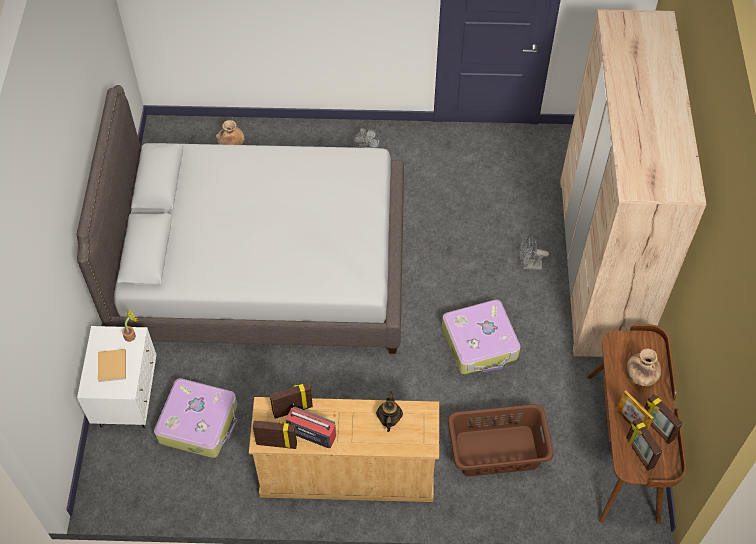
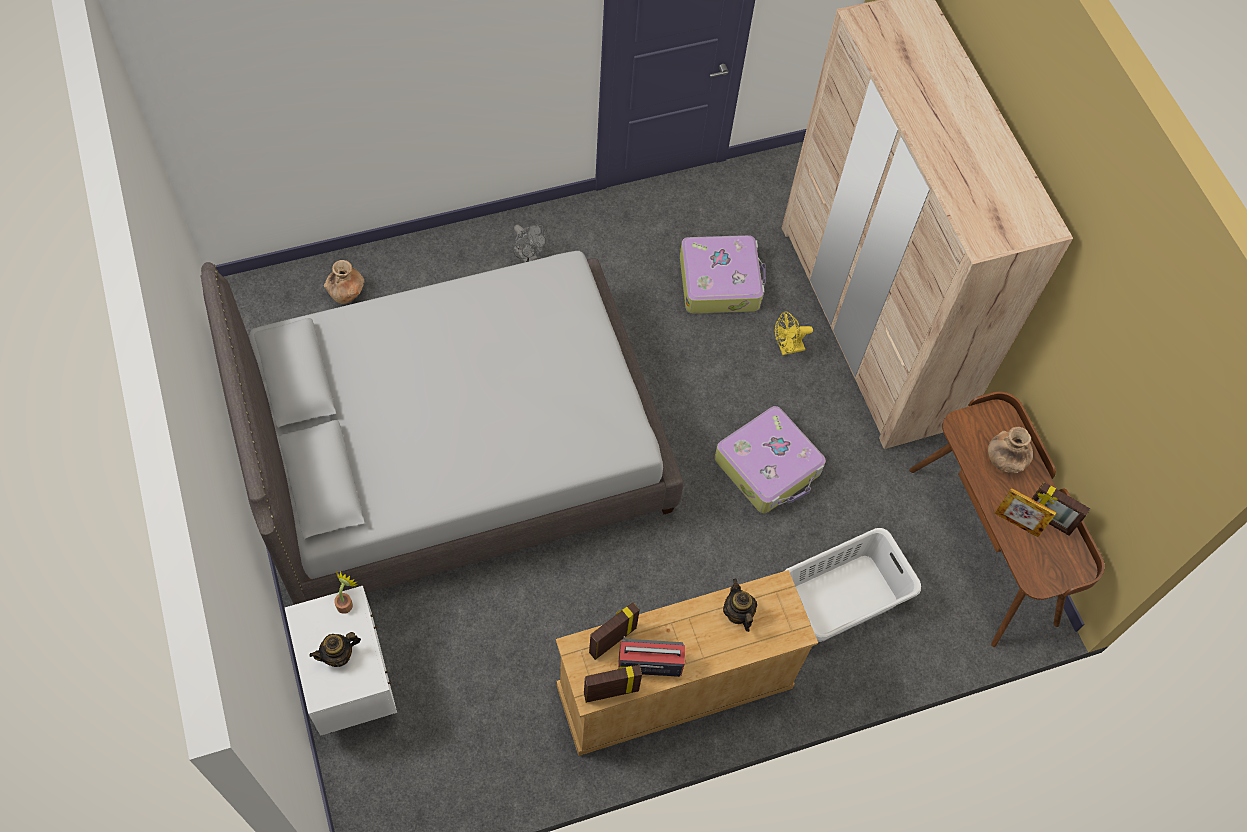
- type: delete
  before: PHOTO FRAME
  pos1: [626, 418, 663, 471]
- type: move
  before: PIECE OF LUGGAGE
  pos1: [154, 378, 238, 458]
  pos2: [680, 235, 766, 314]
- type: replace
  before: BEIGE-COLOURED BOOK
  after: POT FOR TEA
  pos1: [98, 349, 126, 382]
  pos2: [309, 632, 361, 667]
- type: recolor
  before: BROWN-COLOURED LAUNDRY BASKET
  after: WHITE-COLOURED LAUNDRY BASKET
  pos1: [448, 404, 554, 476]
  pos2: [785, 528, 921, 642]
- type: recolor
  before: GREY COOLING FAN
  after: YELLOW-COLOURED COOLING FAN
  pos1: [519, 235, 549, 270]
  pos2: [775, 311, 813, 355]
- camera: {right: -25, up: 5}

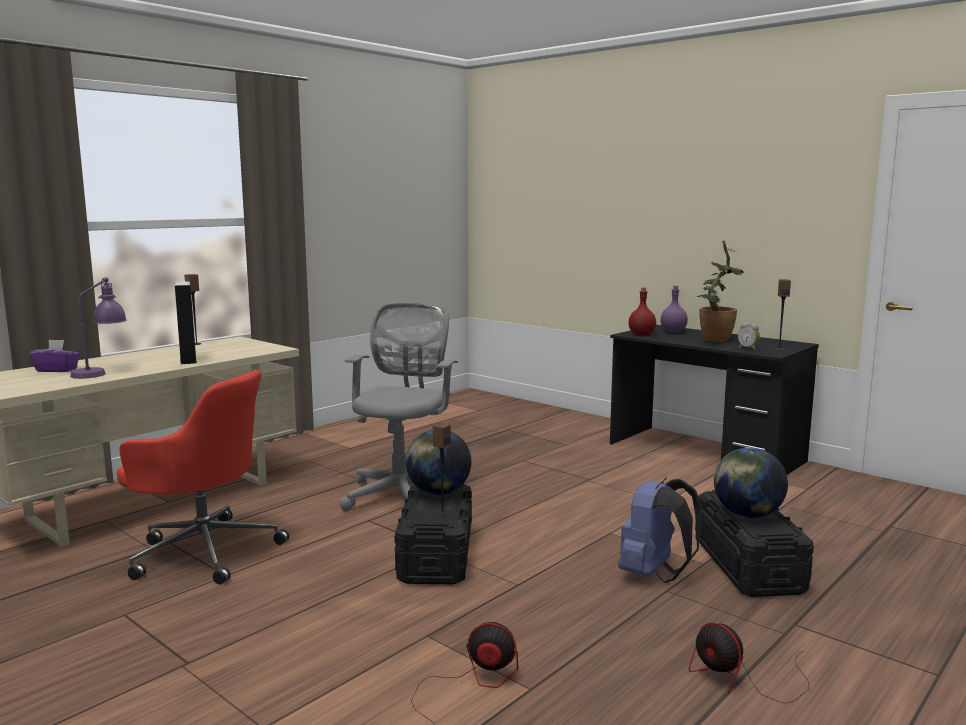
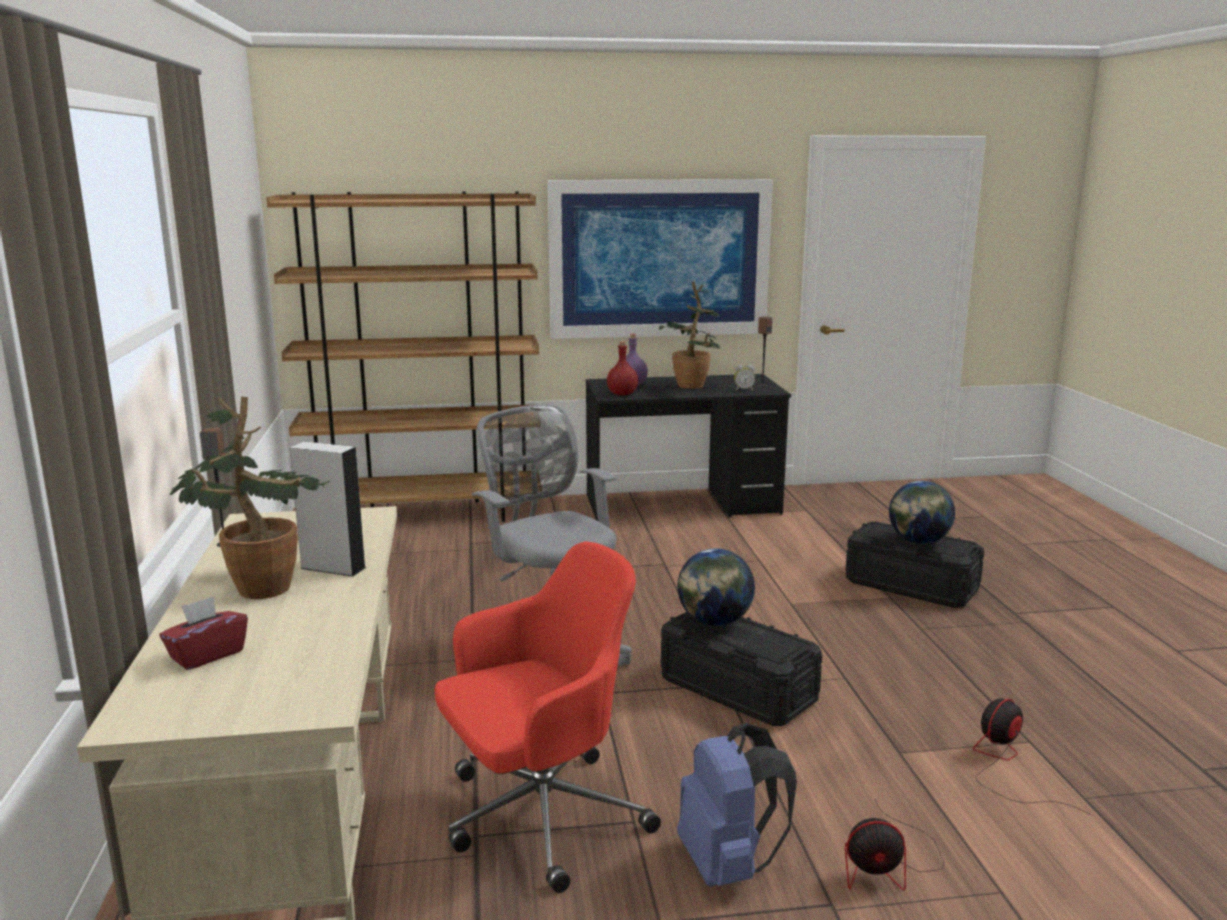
- type: delete
  before: PURPLE-COLOURED TABLETOP LAMP
  pos1: [70, 277, 127, 379]
- type: delete
  before: LOUDSPEAKER
  pos1: [432, 423, 451, 516]
- type: insert
  after: PLANT IN A POT
  pos2: [169, 397, 329, 599]
- type: insert
  after: BROWN-COLOURED BOOKSHELF
  pos2: [266, 191, 541, 522]
- type: insert
  after: WALL ART
  pos2: [547, 179, 773, 339]
- type: move
  before: BLUISH KNAPSACK
  pos1: [618, 477, 702, 583]
  pos2: [677, 723, 797, 887]
- type: move
  before: COOLING FAN
  pos1: [689, 623, 809, 703]
  pos2: [845, 799, 944, 890]
- type: recolor
  before: PURPLE-COLOURED TISSUE HOLDER
  after: RED TISSUE HOLDER
  pos1: [30, 340, 80, 372]
  pos2: [159, 597, 248, 670]
- camera: {right: -50, up: 5}

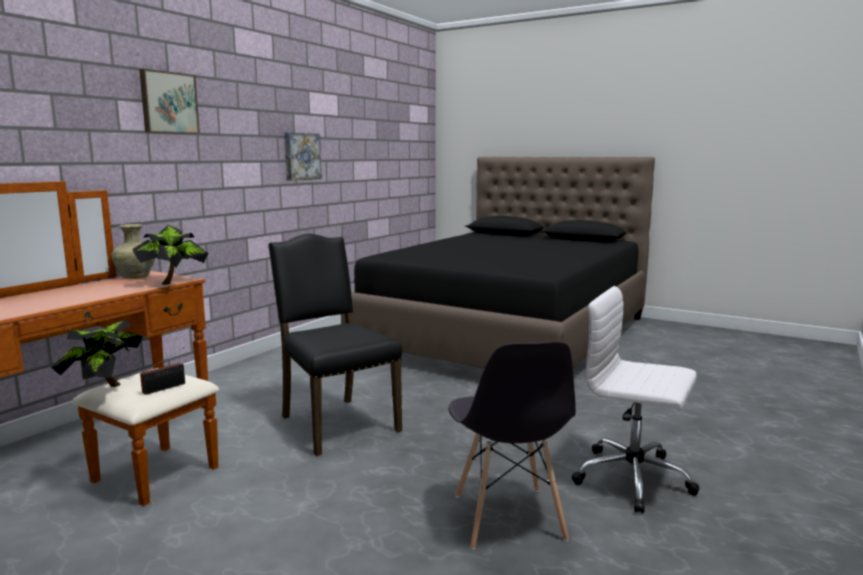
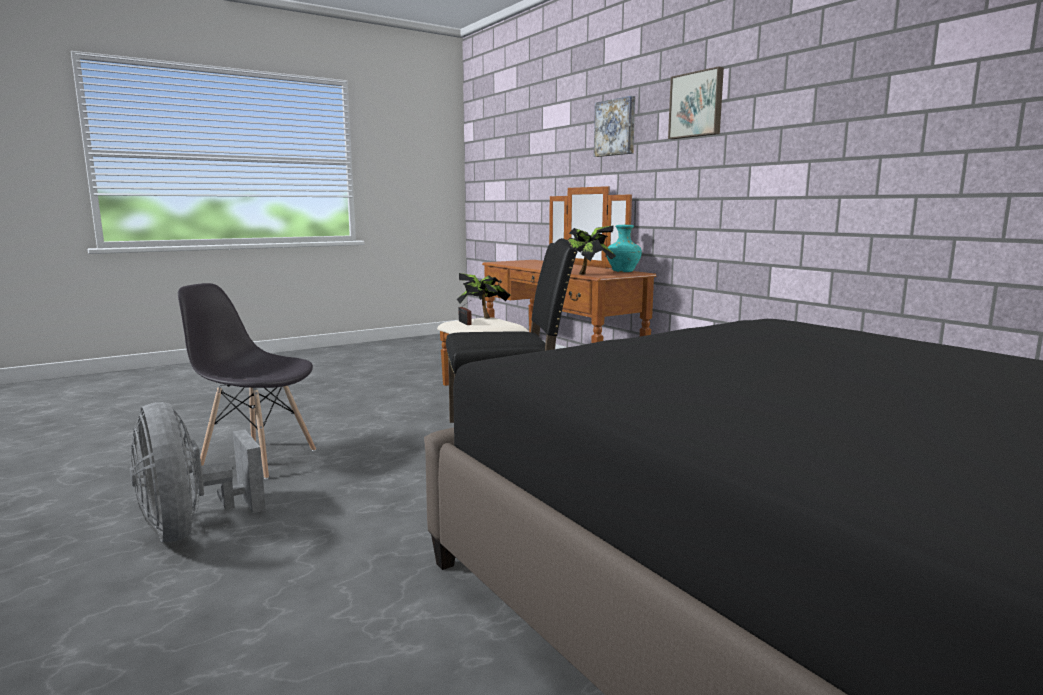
- type: move
  before: WALL ART
  pos1: [284, 132, 322, 181]
  pos2: [594, 96, 635, 157]
- type: replace
  before: WHITE-COLOURED OFFICE CHAIR
  after: GREY COOLING FAN
  pos1: [572, 286, 700, 513]
  pos2: [130, 402, 266, 542]
- type: recolor
  before: BEIGE-COLOURED VASE
  after: TURQUOISE-COLOURED VASE
  pos1: [111, 224, 155, 279]
  pos2: [607, 225, 642, 272]
- camera: {right: 115, up: 0}

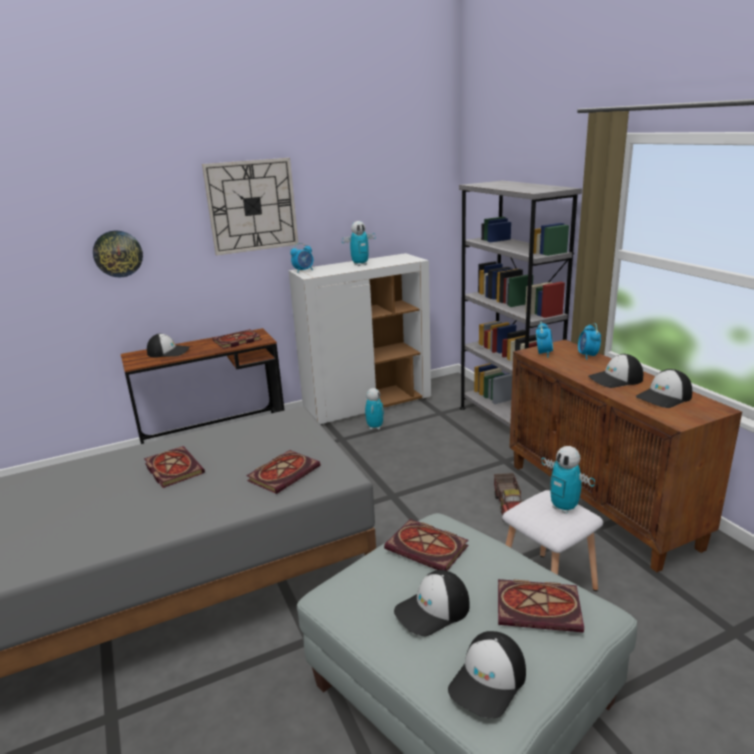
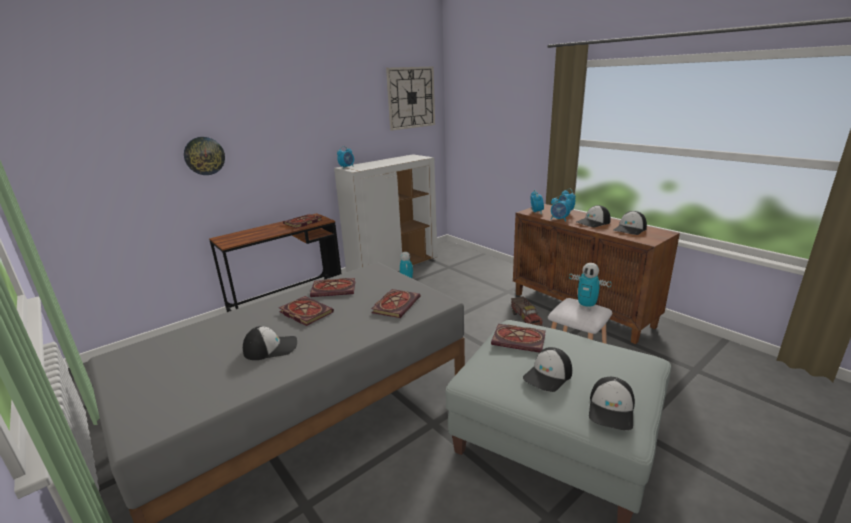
- type: delete
  before: ROBOT FIGURE
  pos1: [342, 221, 376, 266]
- type: delete
  before: GREY BOOKSHELF
  pos1: [459, 181, 582, 427]
- type: insert
  after: TABLE CLOCK
  pos2: [551, 195, 572, 221]
- type: move
  before: CAP
  pos1: [147, 333, 190, 357]
  pos2: [243, 326, 297, 360]
- type: move
  before: HANGING CLOCK
  pos1: [202, 158, 299, 255]
  pos2: [386, 67, 435, 131]
- type: move
  before: BOOK
  pos1: [498, 579, 584, 633]
  pos2: [310, 278, 355, 297]
- camera: {right: -15, up: 0}

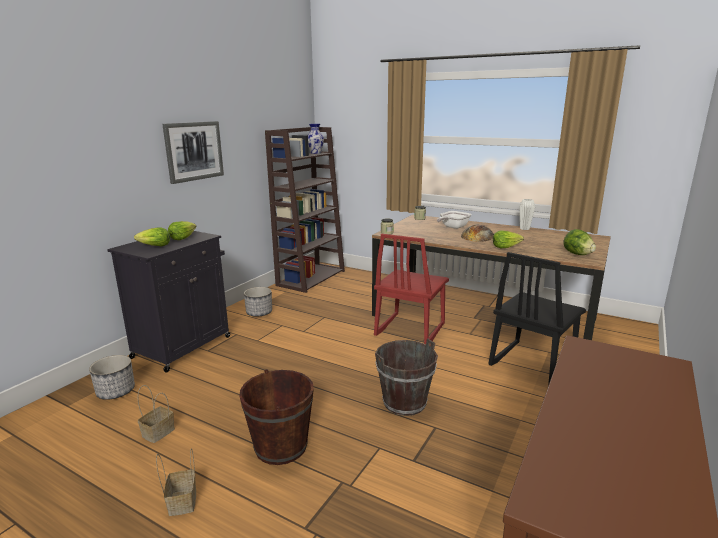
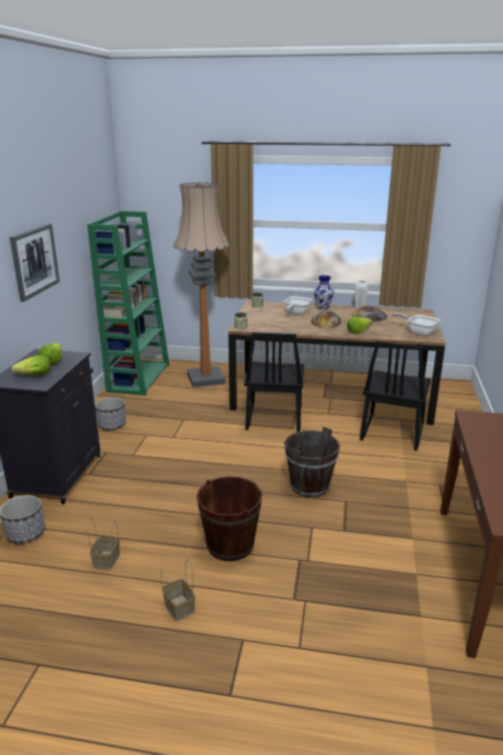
- type: insert
  after: STANDARD LAMP
  pos2: [173, 182, 230, 387]
- type: insert
  after: BAKED BREAD
  pos2: [352, 305, 387, 321]
- type: move
  before: VASE
  pos1: [308, 124, 324, 154]
  pos2: [314, 275, 334, 309]
- type: replace
  before: LETTUCE
  after: FRYING PAN
  pos1: [563, 229, 596, 255]
  pos2: [392, 313, 441, 336]
- type: recolor
  before: BROWN-COLOURED BOOKSHELF
  after: GREEN BOOKSHELF
  pos1: [265, 127, 345, 293]
  pos2: [87, 211, 169, 396]
- type: recolor
  before: RED CHAIR
  after: BLACK CHAIR
  pos1: [374, 234, 449, 344]
  pos2: [244, 332, 304, 432]
- camera: {right: -20, up: 5}

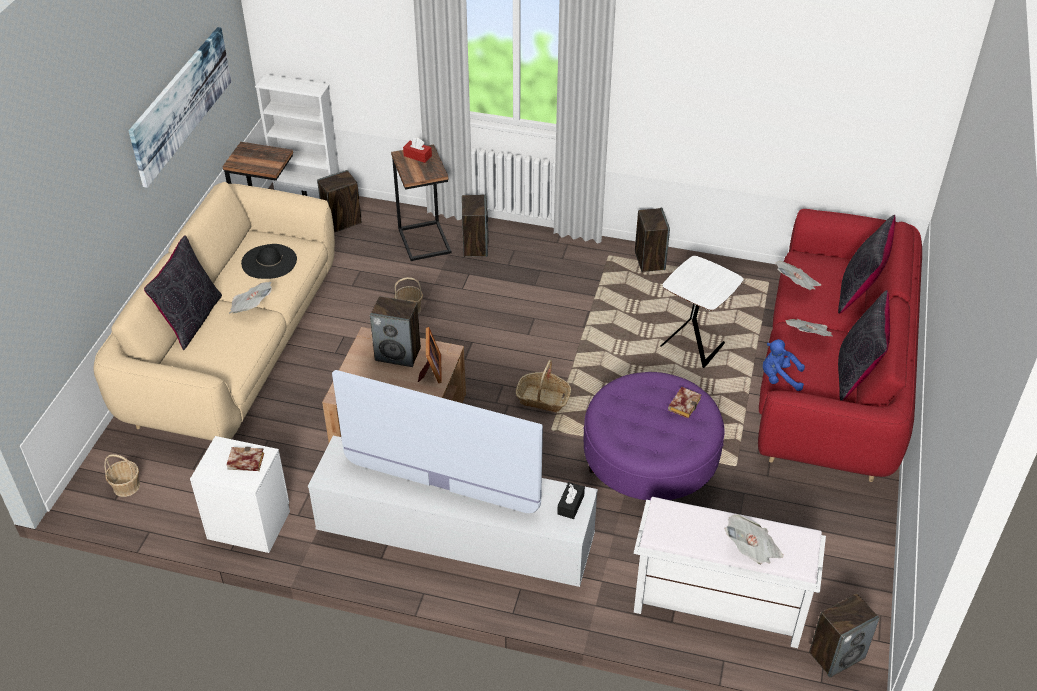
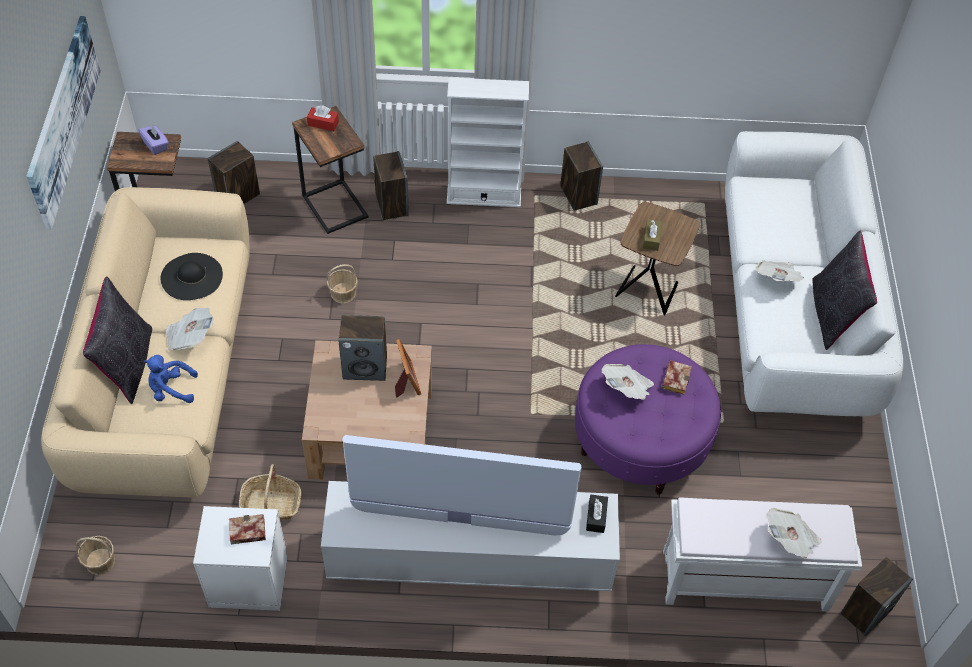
- type: delete
  before: BLACK THROW PILLOW
  pos1: [838, 215, 896, 314]
- type: insert
  after: PURPLE-COLOURED TISSUE HOLDER
  pos2: [138, 125, 169, 155]
- type: insert
  after: BROWN-COLOURED TISSUE HOLDER
  pos2: [643, 219, 662, 251]
- type: move
  before: WHITE-COLOURED BOOKSHELF
  pos1: [255, 74, 339, 199]
  pos2: [447, 78, 529, 207]
- type: move
  before: HOUSEHOLD BASKET
  pos1: [516, 360, 571, 412]
  pos2: [239, 464, 301, 520]
- type: move
  before: BLUISH SOFT TOY
  pos1: [763, 339, 805, 391]
  pos2: [144, 355, 198, 403]
- type: move
  before: DAILY PAPER
  pos1: [776, 261, 821, 290]
  pos2: [602, 364, 654, 400]
- type: recolor
  before: WHITE-COLOURED END TABLE
  after: BROWN-COLOURED END TABLE
  pos1: [661, 256, 743, 368]
  pos2: [615, 202, 700, 315]
- type: recolor
  before: RED COUCH
  after: WHITE-COLOURED COUCH
  pos1: [758, 209, 922, 482]
  pos2: [725, 131, 903, 417]
- camera: {right: -15, up: 10}

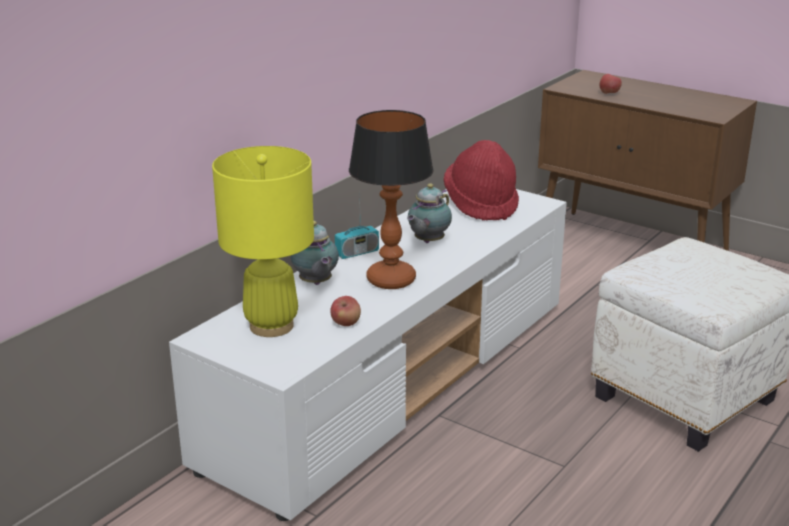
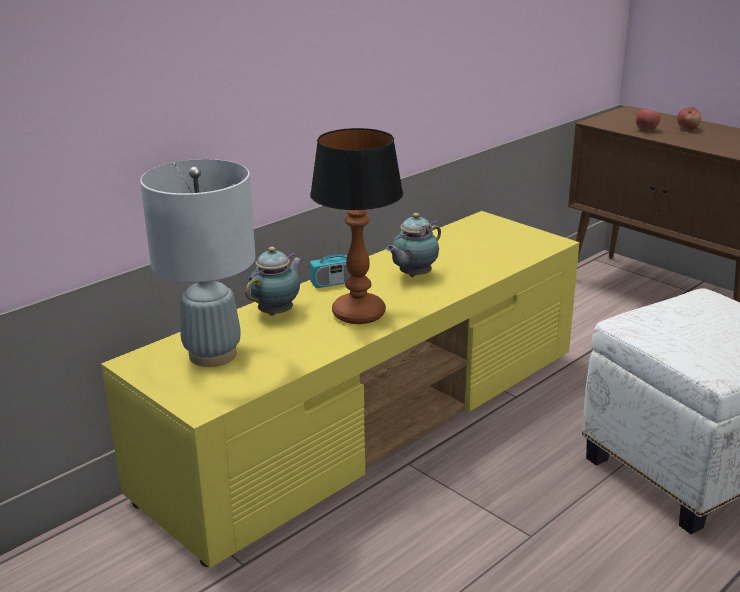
- type: delete
  before: RED WEARABLE HAT
  pos1: [444, 140, 519, 221]
- type: move
  before: WHOLE APPLE
  pos1: [330, 296, 361, 326]
  pos2: [677, 107, 701, 130]
- type: recolor
  before: WHITE-COLOURED MEDIA CONSOLE
  after: YELLOW-COLOURED MEDIA CONSOLE
  pos1: [169, 189, 567, 521]
  pos2: [101, 211, 579, 568]
- type: recolor
  before: YELLOW-COLOURED TABLETOP LAMP
  after: GREY TABLETOP LAMP
  pos1: [212, 146, 314, 337]
  pos2: [140, 159, 256, 367]
- type: rotate
  before: POT FOR TEA
  pos1: [291, 221, 339, 285]
  pos2: [245, 247, 303, 316]
  turn: -135
- camera: {right: 10, up: 0}

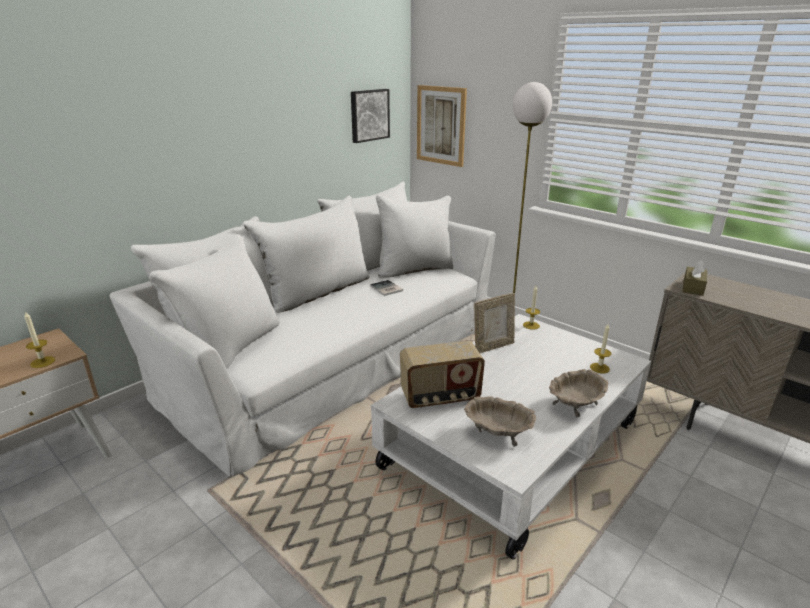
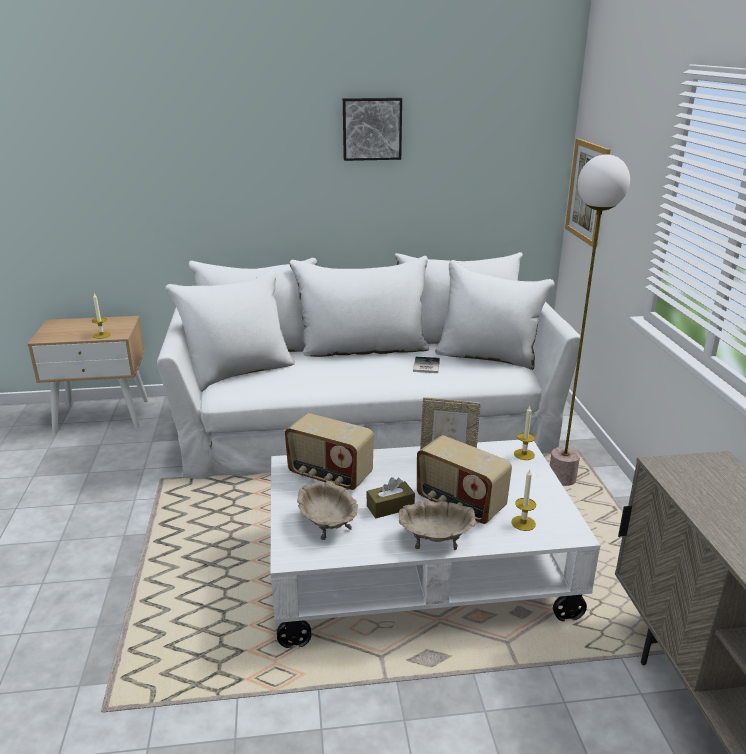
- type: insert
  after: RADIO RECEIVER
  pos2: [417, 435, 512, 524]
- type: move
  before: WALL ART
  pos1: [351, 89, 390, 143]
  pos2: [343, 98, 402, 161]
- type: move
  before: BROWN-COLOURED TISSUE HOLDER
  pos1: [682, 260, 707, 296]
  pos2: [367, 477, 415, 518]
- camera: {right: 40, up: 0}

